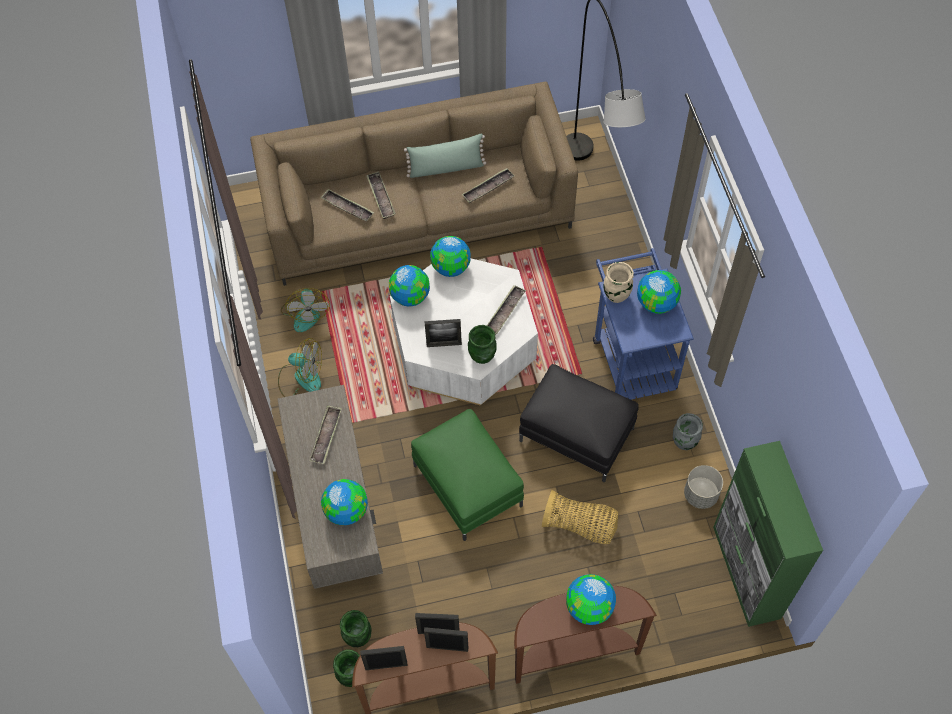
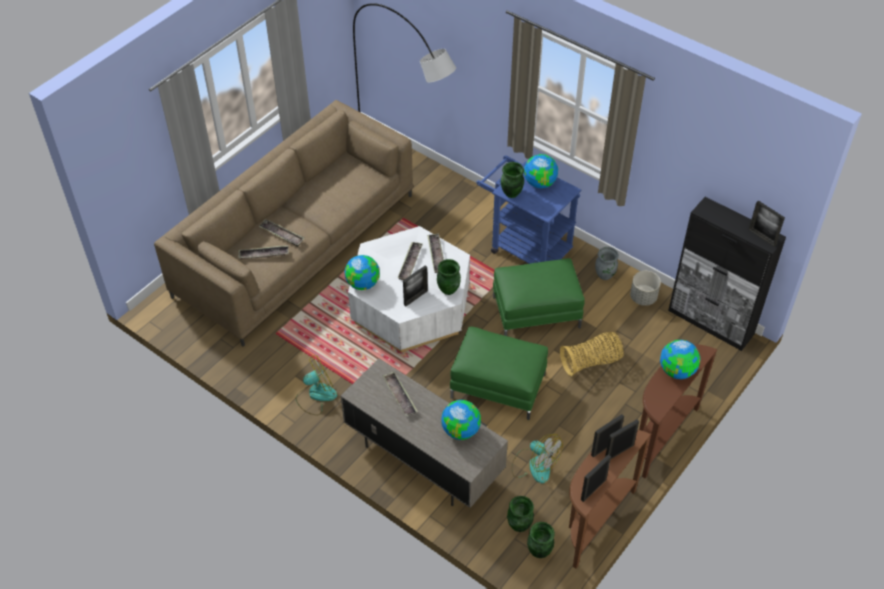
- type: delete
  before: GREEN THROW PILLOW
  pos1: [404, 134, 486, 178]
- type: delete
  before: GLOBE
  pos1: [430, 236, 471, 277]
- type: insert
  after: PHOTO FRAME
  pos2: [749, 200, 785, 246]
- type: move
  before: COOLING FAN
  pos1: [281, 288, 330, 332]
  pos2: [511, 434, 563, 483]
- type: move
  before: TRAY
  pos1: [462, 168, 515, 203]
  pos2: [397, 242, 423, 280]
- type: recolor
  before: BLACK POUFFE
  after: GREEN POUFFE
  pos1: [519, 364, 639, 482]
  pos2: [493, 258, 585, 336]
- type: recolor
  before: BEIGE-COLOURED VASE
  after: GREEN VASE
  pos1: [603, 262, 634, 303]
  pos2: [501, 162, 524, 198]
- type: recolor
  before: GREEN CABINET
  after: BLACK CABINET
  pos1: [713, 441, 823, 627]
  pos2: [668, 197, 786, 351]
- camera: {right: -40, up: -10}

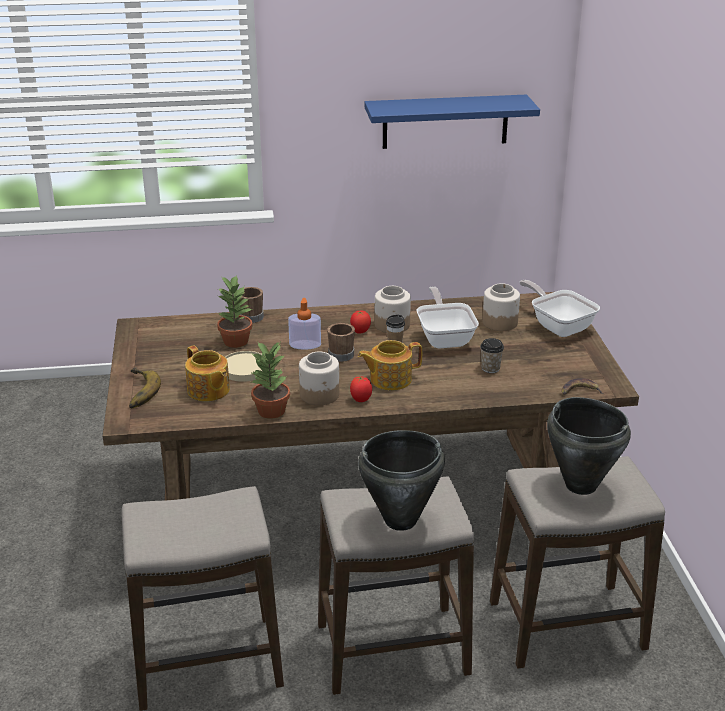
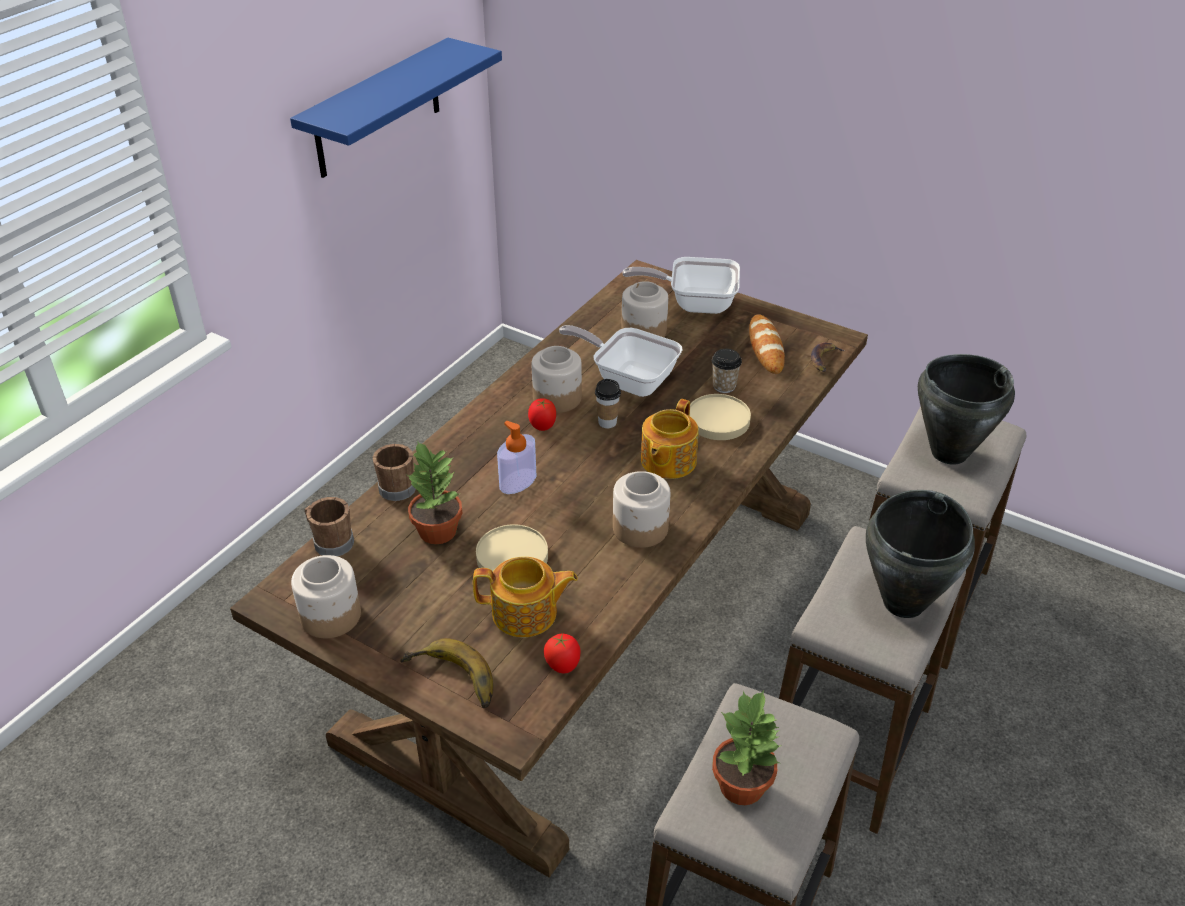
- type: insert
  after: PRESERVE JAR
  pos2: [291, 555, 361, 638]
- type: insert
  after: BEIGE-COLOURED DINNER PLATE
  pos2: [690, 394, 751, 440]
- type: insert
  after: BAKED BREAD
  pos2: [749, 314, 785, 374]
- type: move
  before: PLANT IN A POT
  pos1: [250, 341, 290, 419]
  pos2: [712, 690, 781, 805]
- type: move
  before: BROWN-COLOURED TEA MUG
  pos1: [327, 323, 355, 362]
  pos2: [304, 497, 354, 556]
- type: move
  before: WHOLE TOMATO
  pos1: [350, 376, 372, 402]
  pos2: [544, 633, 581, 673]
- camera: {right: -50, up: 10}

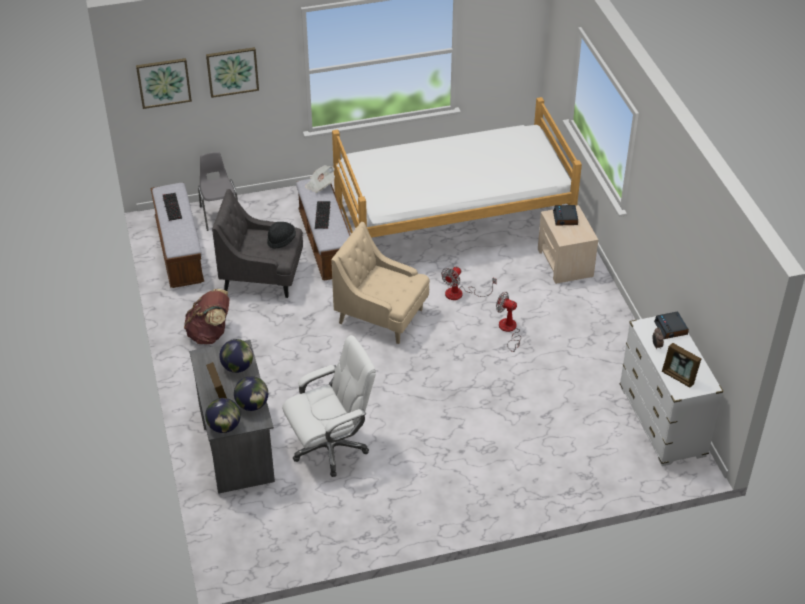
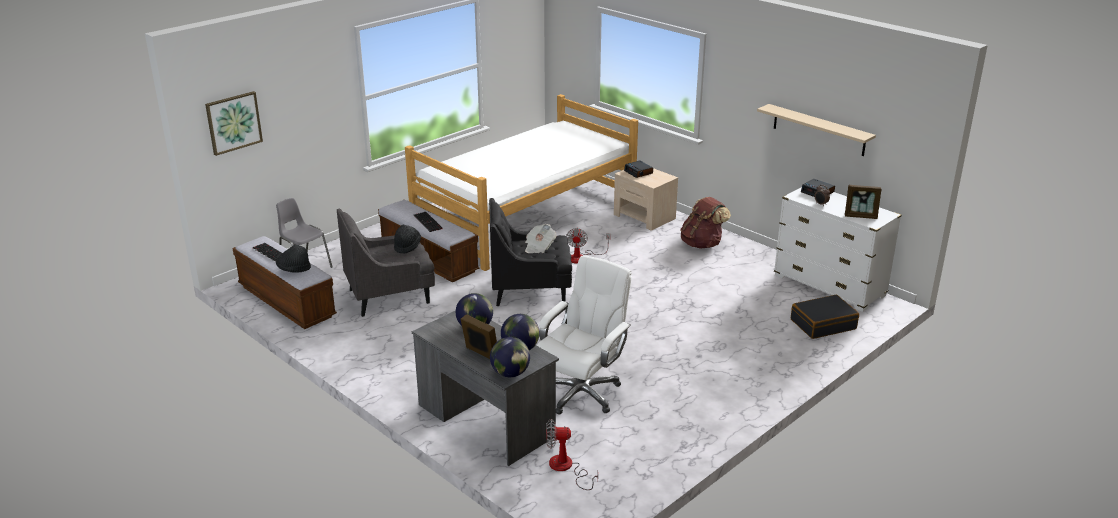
- type: delete
  before: WALL ART
  pos1: [206, 47, 259, 98]
- type: insert
  after: BLACK WEARABLE HAT
  pos2: [276, 245, 311, 273]
- type: insert
  after: BEIGE-COLOURED SHELF
  pos2: [757, 104, 876, 156]
- type: insert
  after: BLACK PIECE OF LUGGAGE
  pos2: [791, 295, 859, 339]
- type: move
  before: BROWN-COLOURED KNAPSACK
  pos1: [184, 289, 229, 344]
  pos2: [680, 197, 731, 249]
- type: move
  before: DAILY PAPER
  pos1: [305, 165, 335, 193]
  pos2: [525, 224, 556, 253]
- type: move
  before: COOLING FAN
  pos1: [496, 292, 521, 352]
  pos2: [546, 419, 598, 490]
- type: recolor
  before: BEIGE-COLOURED EASY CHAIR
  after: BLACK EASY CHAIR
  pos1: [331, 222, 430, 344]
  pos2: [489, 198, 572, 306]
- camera: {right: -30, up: -15}

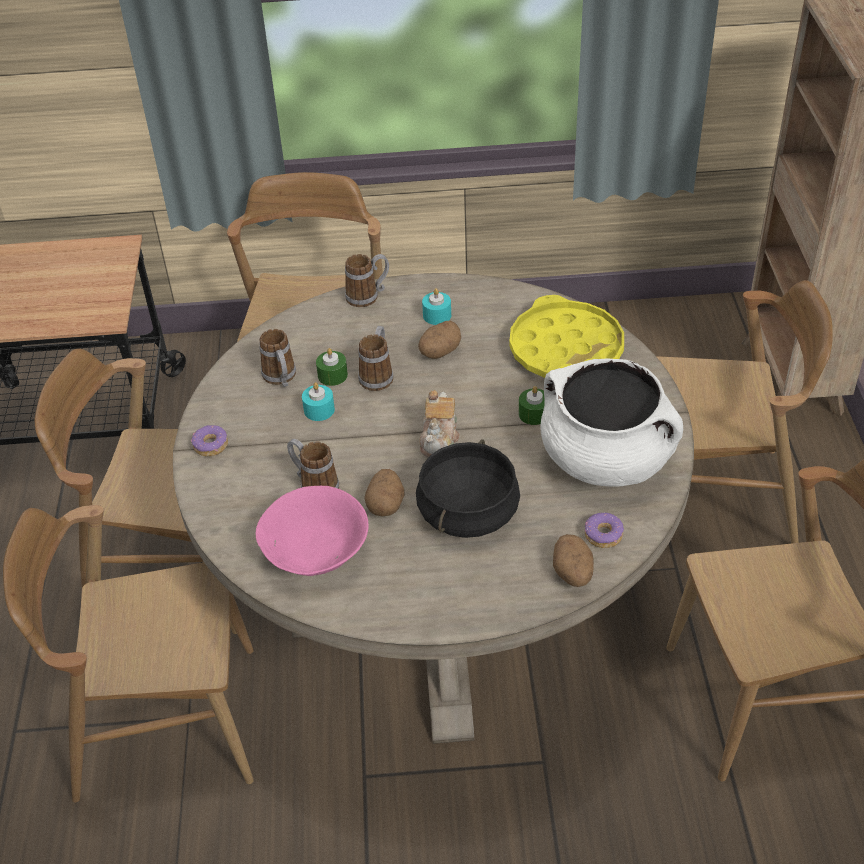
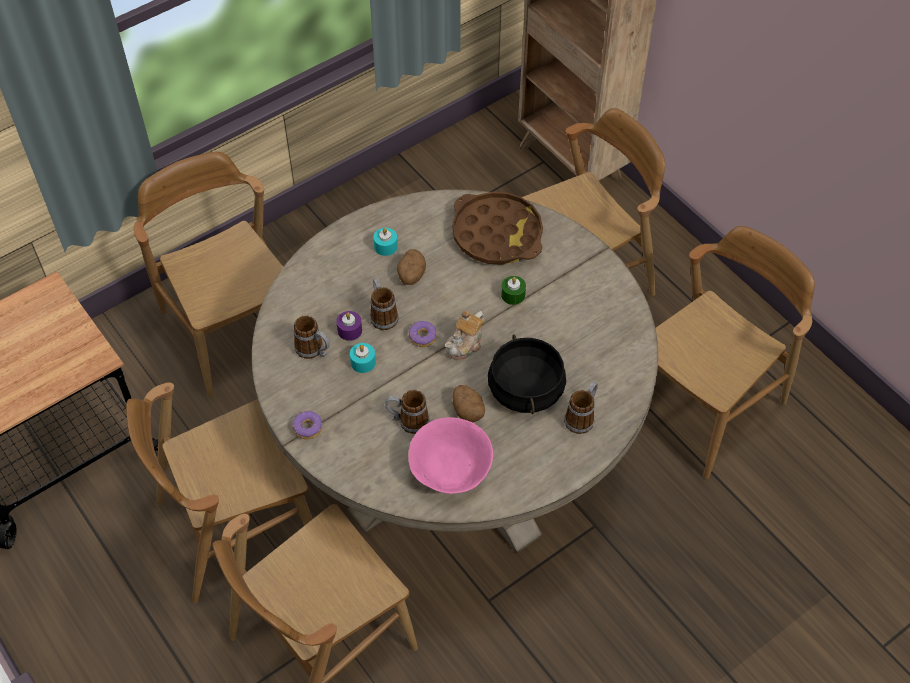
- type: delete
  before: WHITE-COLOURED STOCKPOT
  pos1: [540, 358, 683, 486]
- type: delete
  before: WHOLE POTATO
  pos1: [553, 534, 594, 587]
- type: move
  before: TEA MUG
  pos1: [345, 254, 389, 307]
  pos2: [564, 382, 598, 434]
- type: move
  before: DONUT
  pos1: [585, 512, 624, 548]
  pos2: [409, 321, 437, 347]
- type: recolor
  before: GREEN WAX LIGHT
  after: PURPLE-COLOURED WAX LIGHT
  pos1: [316, 348, 348, 386]
  pos2: [336, 311, 362, 341]
- type: recolor
  before: YELLOW-COLOURED TRAY
  after: BROWN-COLOURED TRAY
  pos1: [509, 295, 624, 378]
  pos2: [452, 192, 543, 265]
- type: rotate
  before: POT FOR TEA
  pos1: [419, 390, 460, 457]
  pos2: [445, 310, 484, 360]
  turn: 60
- camera: {right: -35, up: 10}

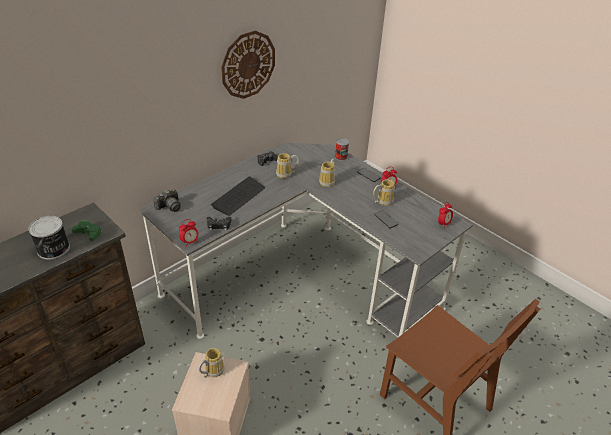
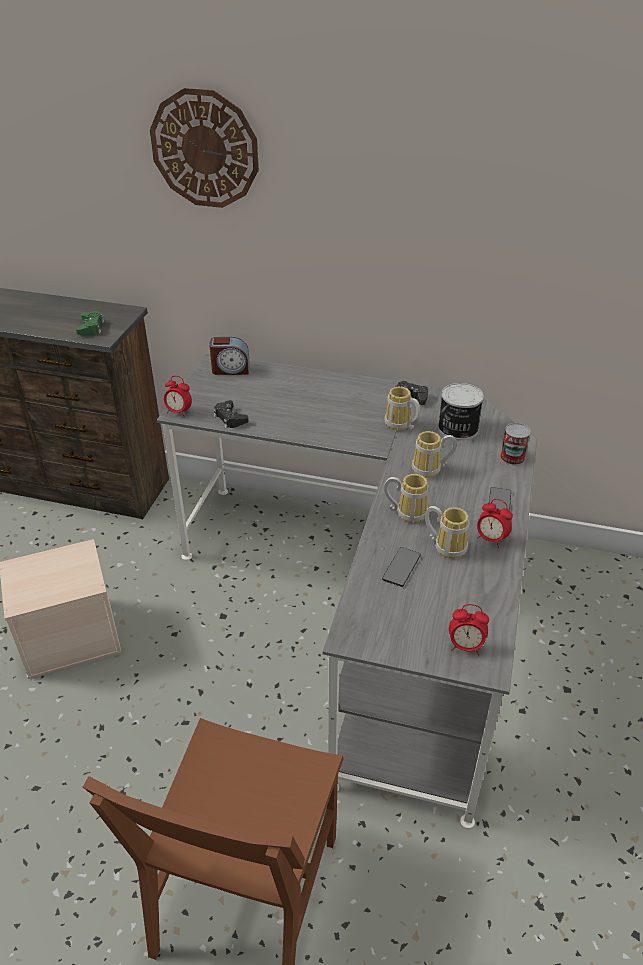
- type: delete
  before: COMPUTER KEYBOARD
  pos1: [211, 177, 265, 216]
- type: move
  before: METAL CAN
  pos1: [29, 216, 70, 260]
  pos2: [438, 383, 484, 440]
- type: move
  before: TEA MUG
  pos1: [198, 348, 225, 378]
  pos2: [384, 474, 428, 523]
- type: move
  before: HANGING CLOCK
  pos1: [221, 31, 275, 99]
  pos2: [150, 88, 259, 208]
- type: replace
  before: PHOTO CAMERA
  after: TABLE CLOCK
  pos1: [153, 189, 180, 212]
  pos2: [209, 337, 250, 375]
- camera: {right: 60, up: 0}

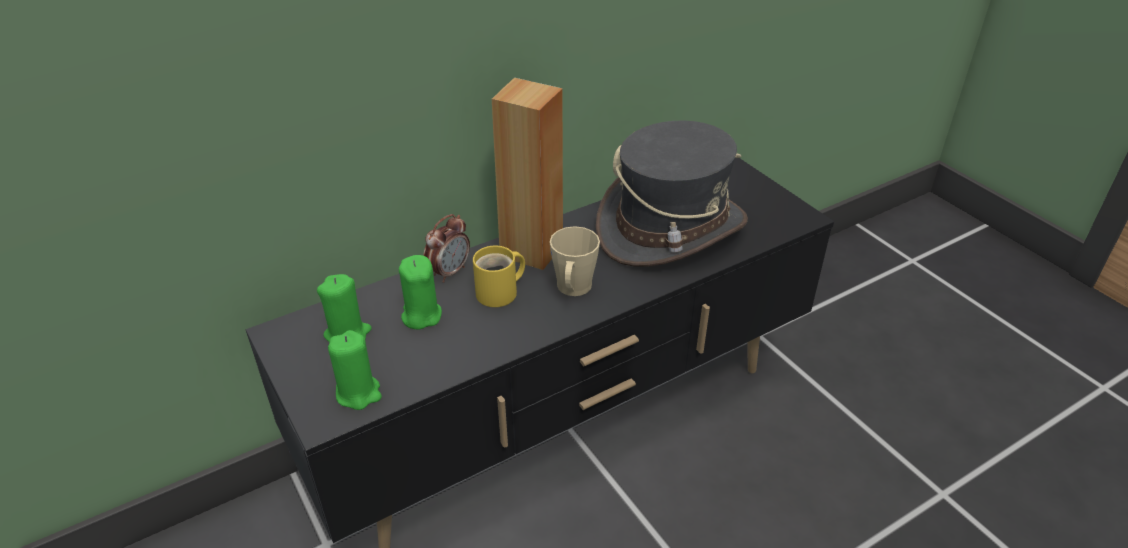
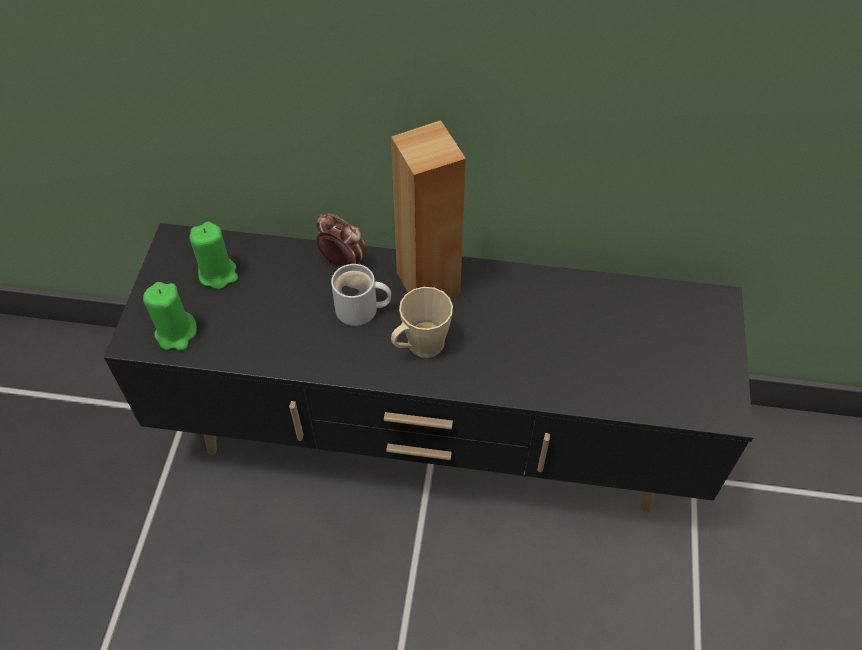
- type: delete
  before: GREEN WAX LIGHT
  pos1: [399, 255, 442, 330]
- type: delete
  before: GREY WEARABLE HAT
  pos1: [596, 120, 748, 267]
- type: recolor
  before: YELLOW-COLOURED TEA MUG
  after: WHITE-COLOURED TEA MUG
  pos1: [473, 246, 525, 307]
  pos2: [331, 264, 391, 326]
- type: rotate
  before: TABLE CLOCK
  pos1: [423, 214, 470, 283]
  pos2: [316, 213, 366, 268]
  turn: -135
- camera: {right: 40, up: 15}

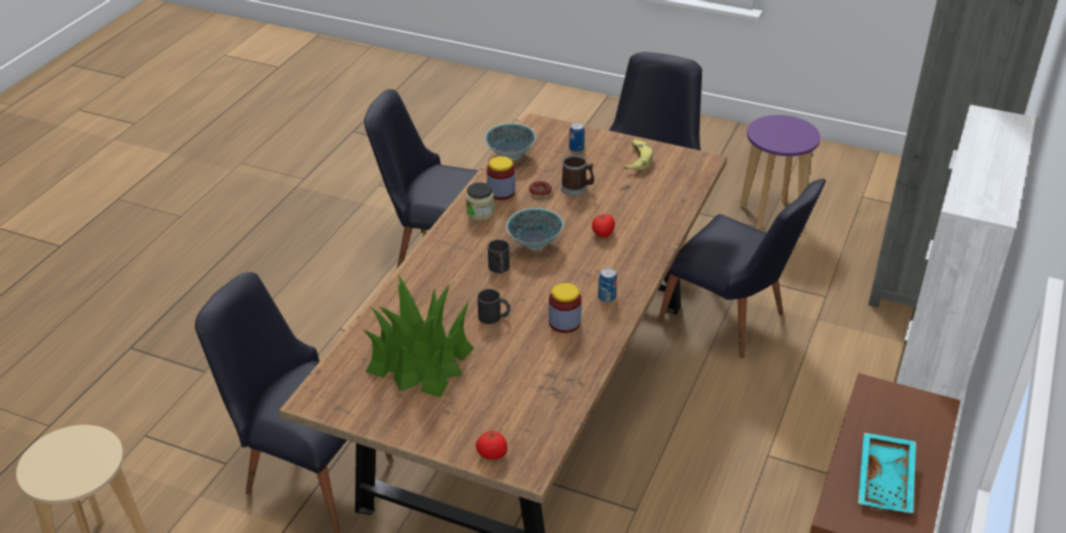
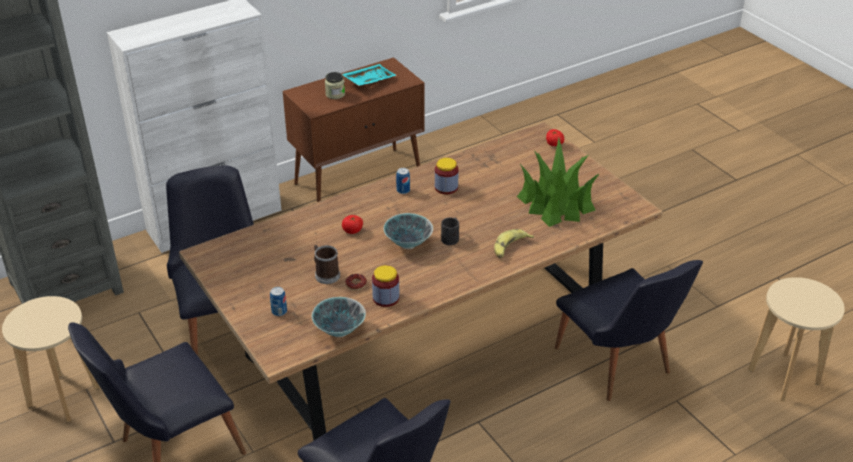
- type: delete
  before: BLACK TEA MUG
  pos1: [477, 289, 510, 324]
- type: move
  before: PRESERVE JAR
  pos1: [466, 183, 494, 221]
  pos2: [325, 72, 345, 99]
- type: move
  before: BANANA
  pos1: [624, 140, 653, 170]
  pos2: [494, 229, 534, 258]
- type: recolor
  before: PURPLE-COLOURED STOOL SEAT
  after: BEIGE-COLOURED STOOL SEAT
  pos1: [740, 115, 821, 231]
  pos2: [2, 296, 100, 422]
- camera: {right: -145, up: 0}

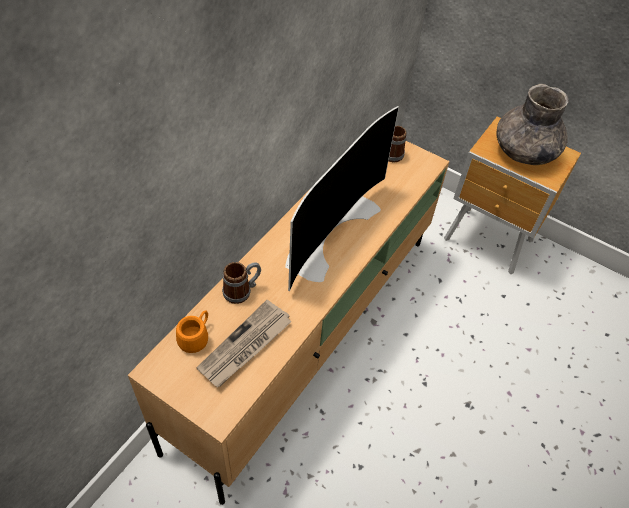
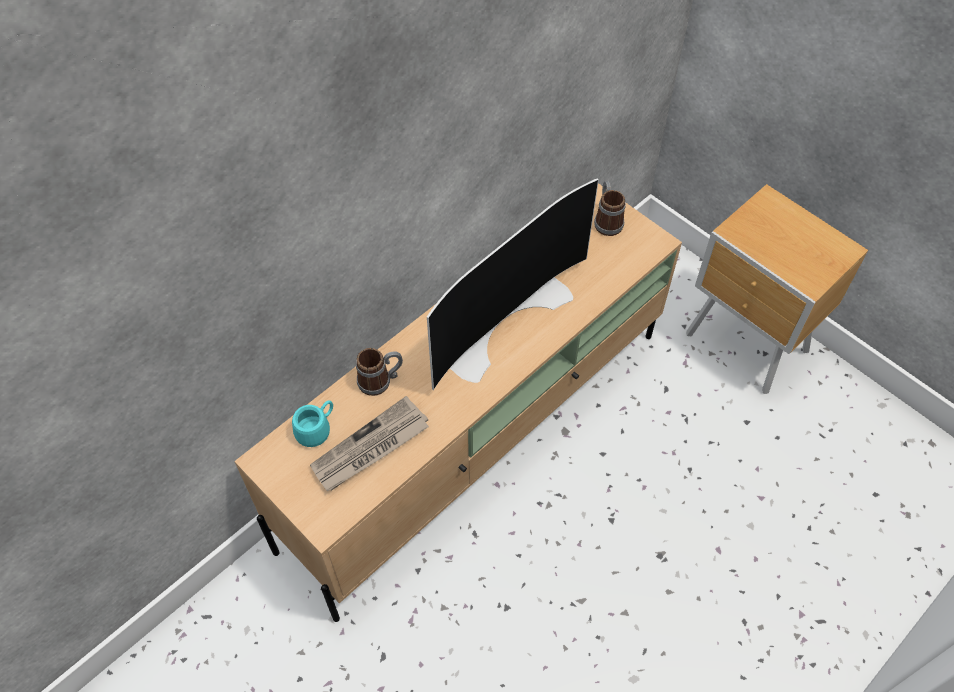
- type: delete
  before: GREY VASE
  pos1: [496, 84, 568, 165]
- type: recolor
  before: ORANGE-COLOURED TEA MUG
  after: TURQUOISE-COLOURED TEA MUG
  pos1: [176, 311, 208, 353]
  pos2: [292, 400, 333, 447]
- camera: {right: 15, up: 5}

